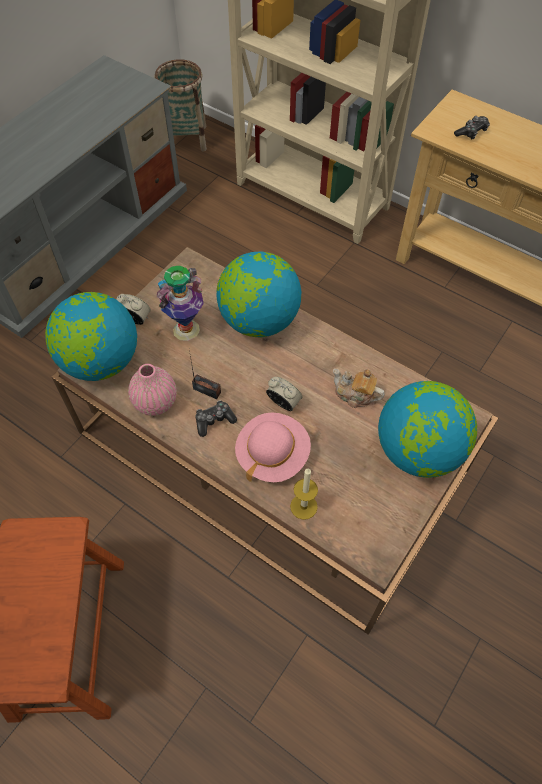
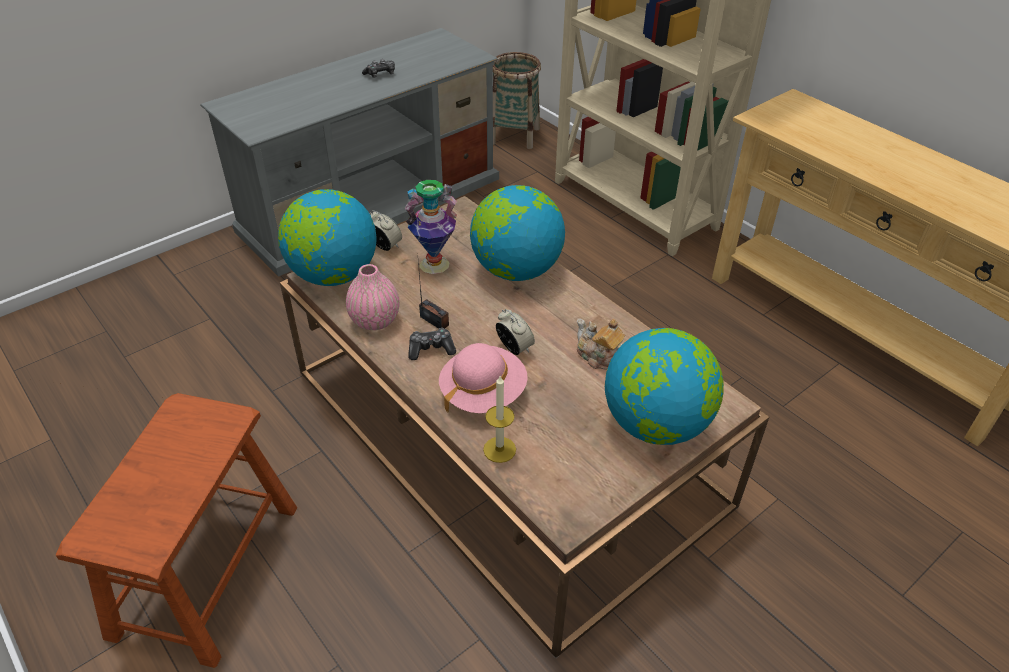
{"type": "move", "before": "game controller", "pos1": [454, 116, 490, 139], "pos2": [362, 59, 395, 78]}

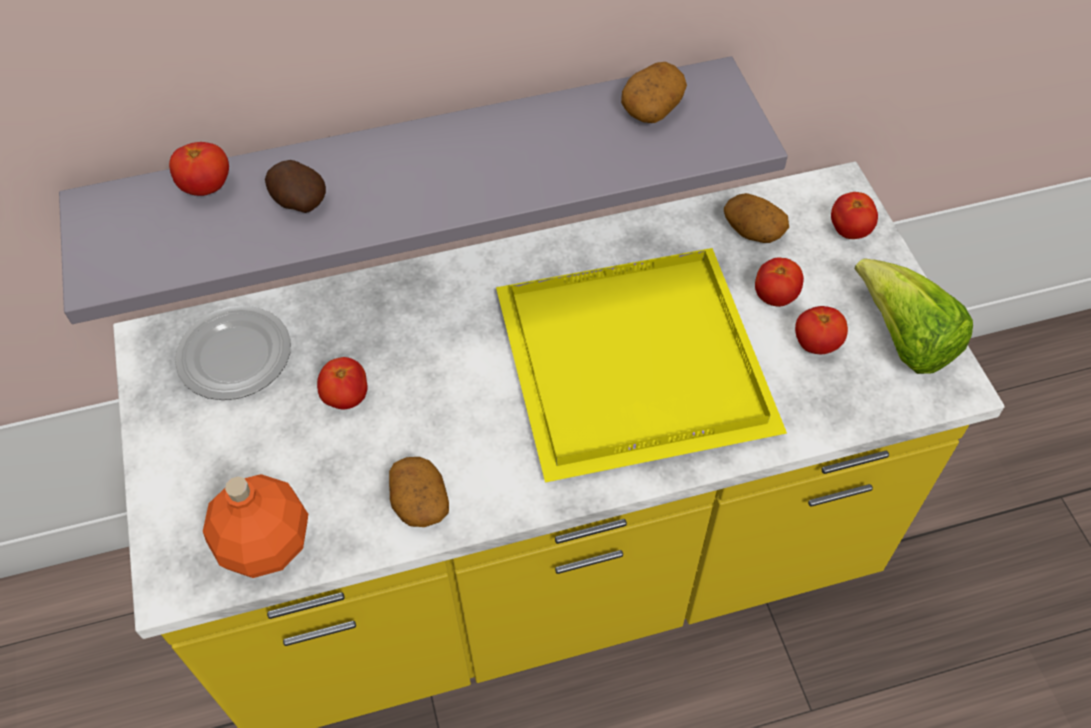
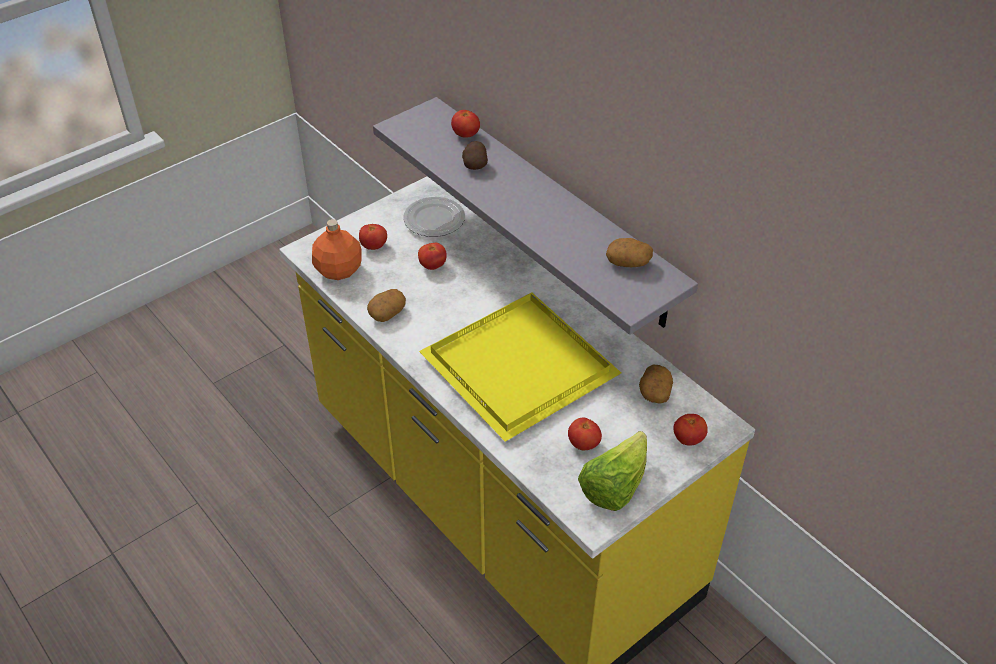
{"type": "move", "before": "tomato", "pos1": [755, 257, 804, 307], "pos2": [359, 224, 387, 250]}

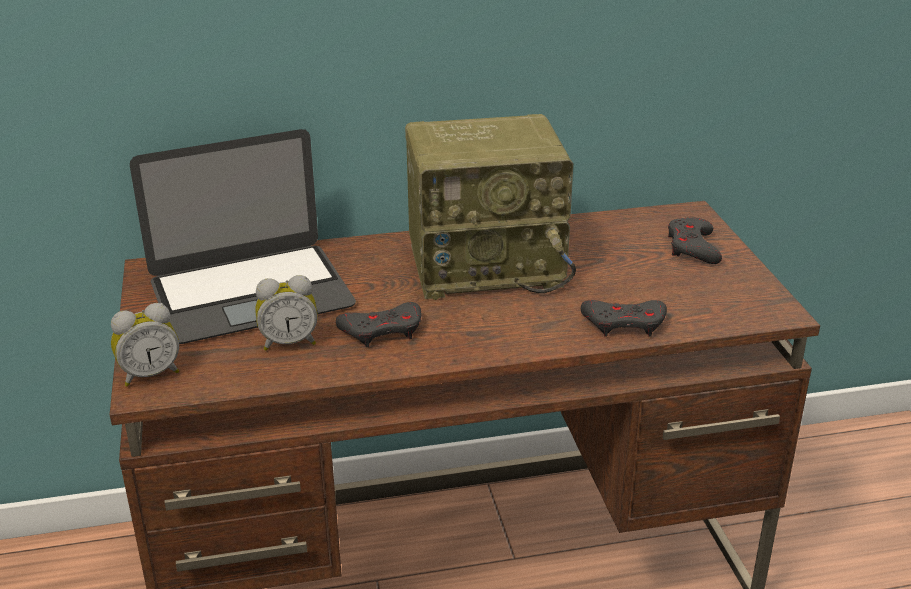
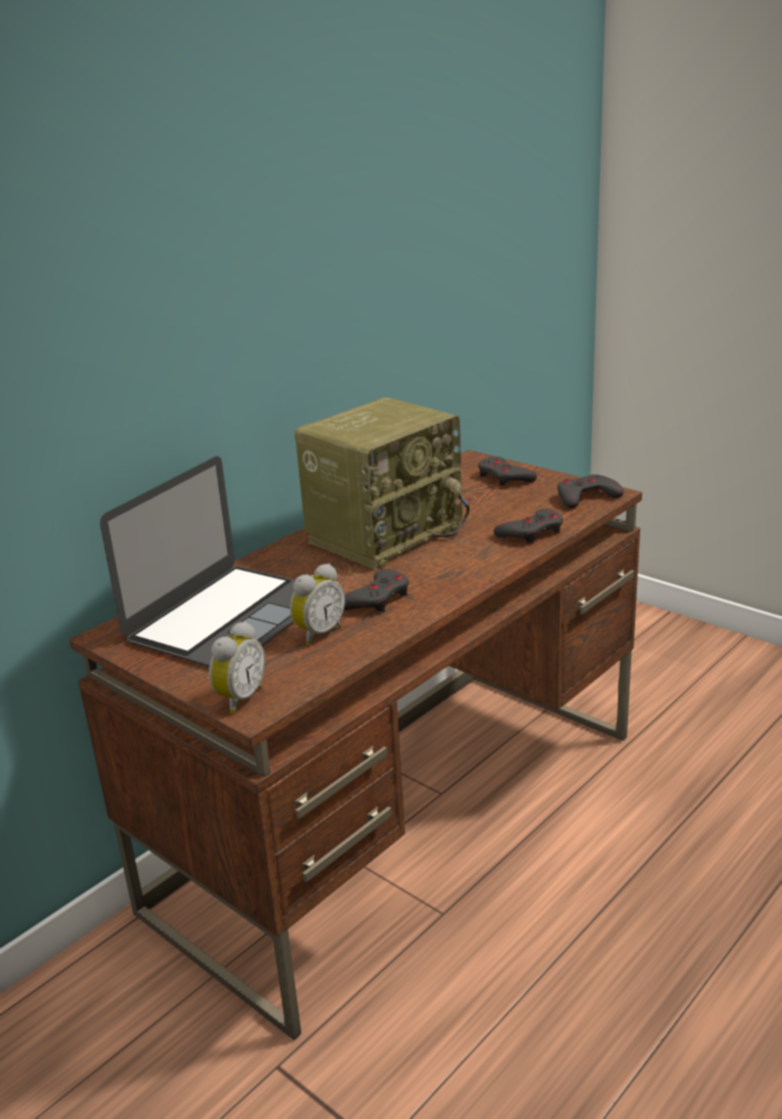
{"type": "insert", "after": "game controller (grey)", "pos2": [557, 474, 623, 508]}

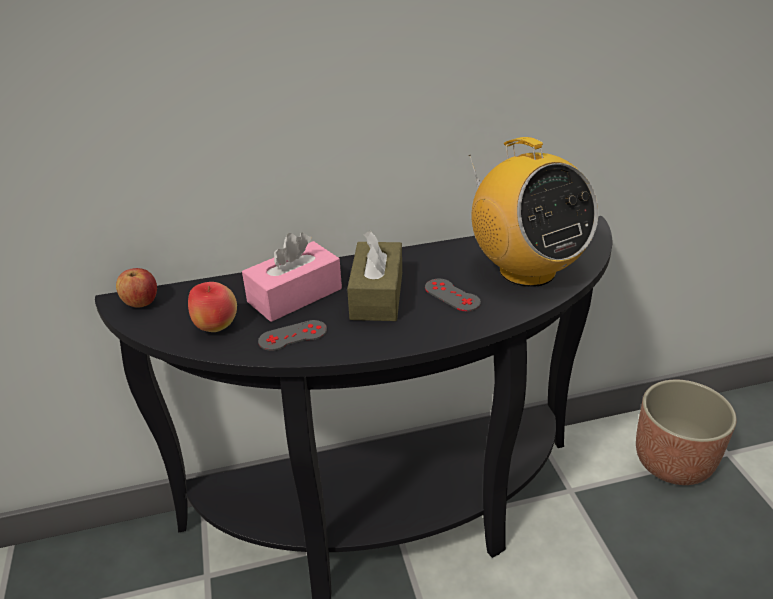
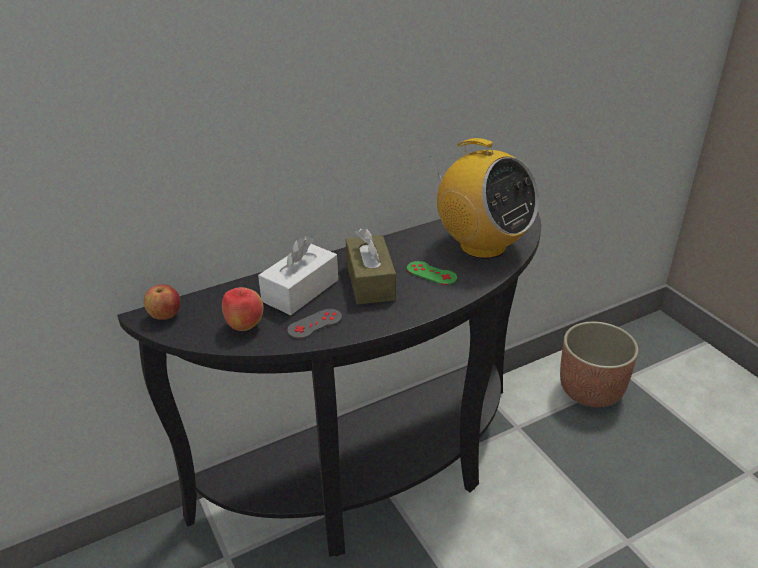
{"type": "recolor", "before": "tissue box (pink)", "after": "tissue box (white)", "pos1": [242, 232, 342, 322], "pos2": [258, 236, 338, 315]}
{"type": "recolor", "before": "game controller (grey)", "after": "game controller (green)", "pos1": [425, 279, 481, 312], "pos2": [407, 261, 457, 285]}

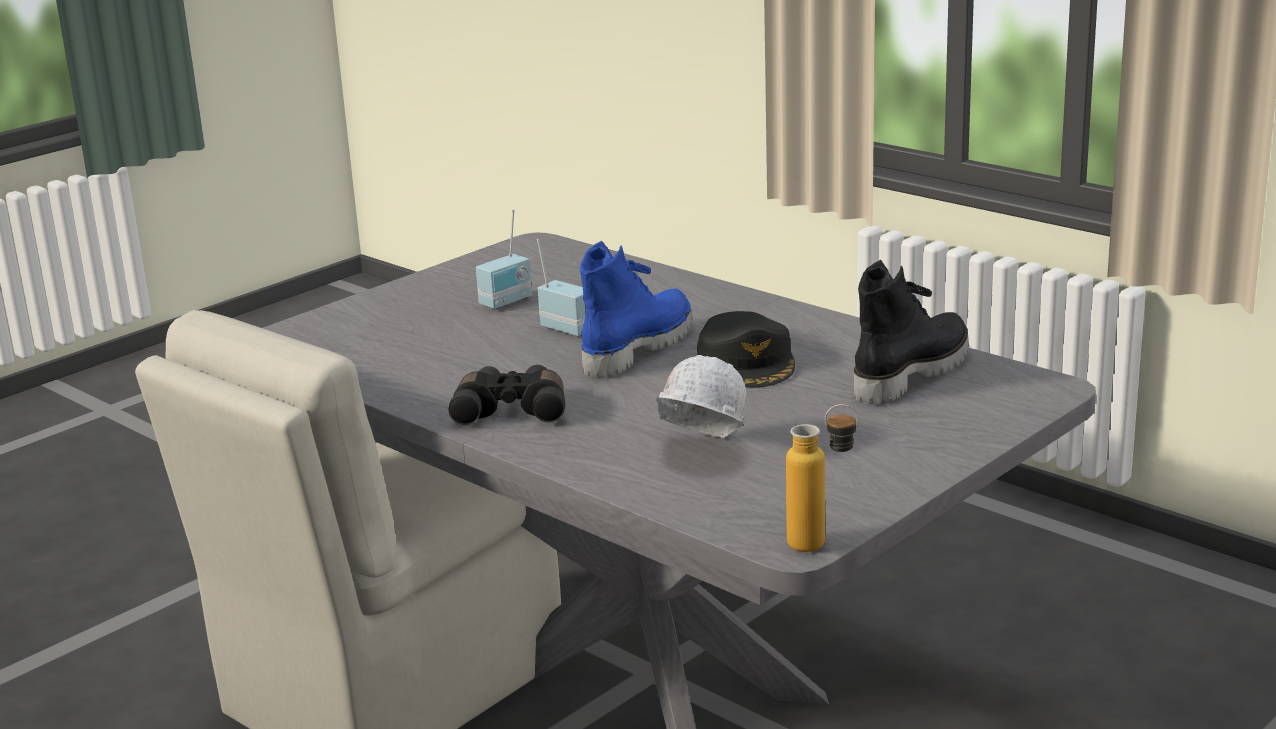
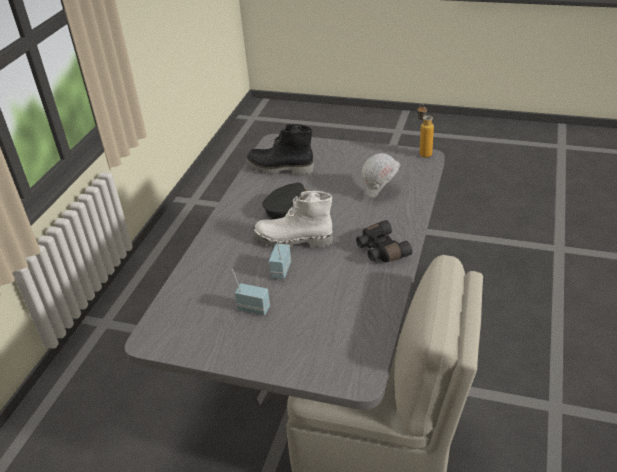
{"type": "recolor", "before": "boot (blue)", "after": "boot (white)", "pos1": [580, 241, 693, 378], "pos2": [253, 191, 333, 248]}

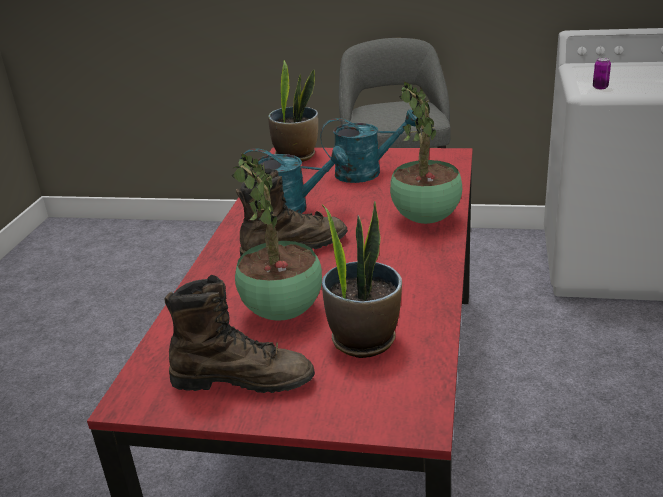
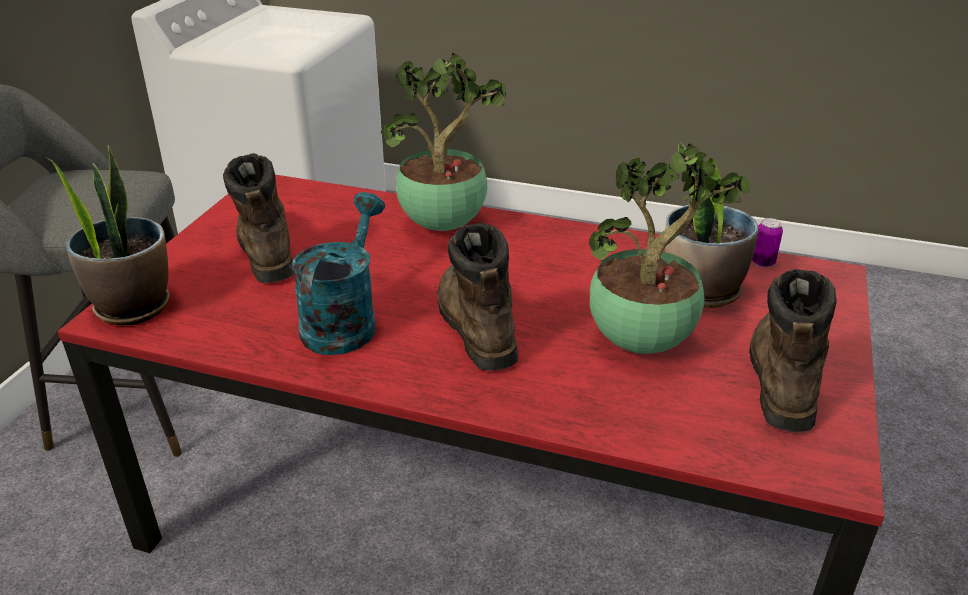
{"type": "move", "before": "can", "pos1": [593, 58, 611, 89], "pos2": [752, 218, 783, 268]}
{"type": "replace", "before": "watering can (turquoise)", "after": "boot (brown)", "pos1": [320, 110, 417, 183], "pos2": [223, 153, 295, 283]}

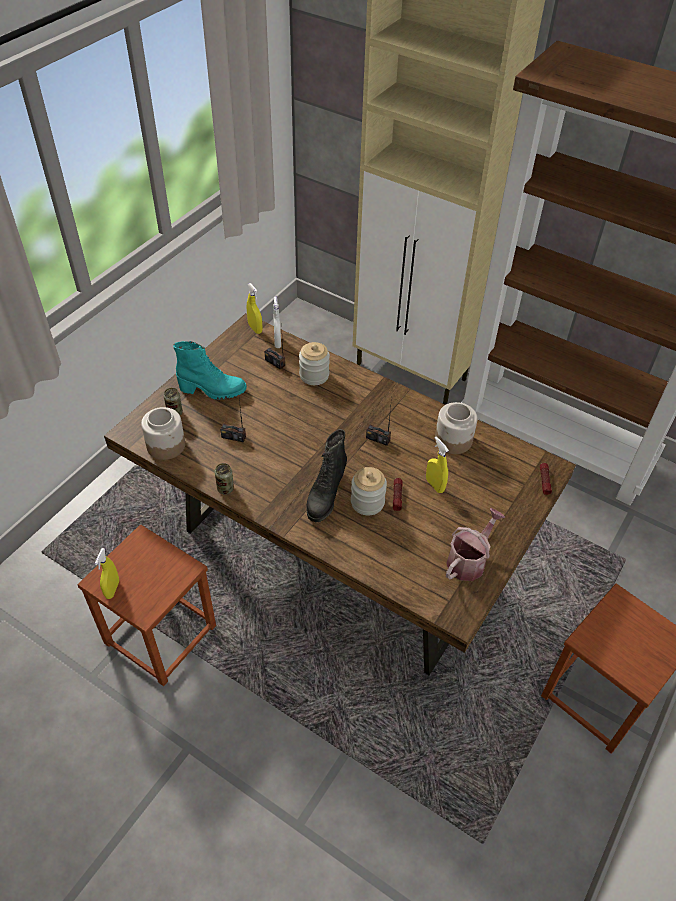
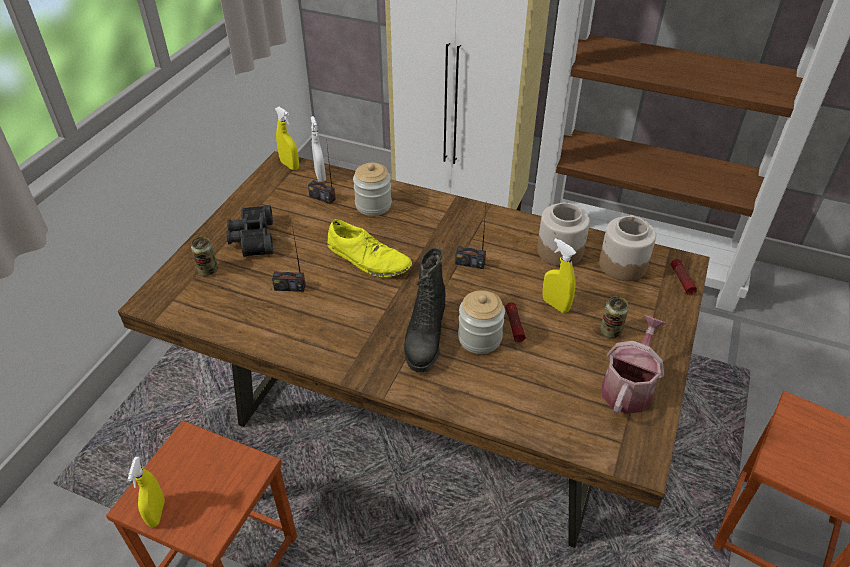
{"type": "replace", "before": "boot (turquoise)", "after": "binoculars (black)", "pos1": [173, 341, 247, 400], "pos2": [226, 205, 273, 257]}
{"type": "move", "before": "jar", "pos1": [141, 407, 185, 460], "pos2": [599, 216, 656, 281]}
{"type": "move", "before": "can", "pos1": [215, 463, 234, 494], "pos2": [600, 296, 629, 338]}
{"type": "insert", "after": "shoe (yellow)", "pos2": [328, 219, 412, 277]}

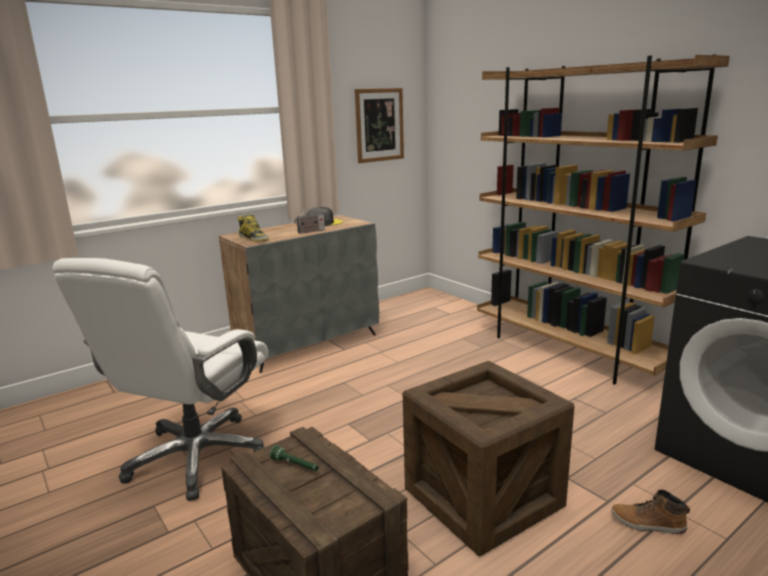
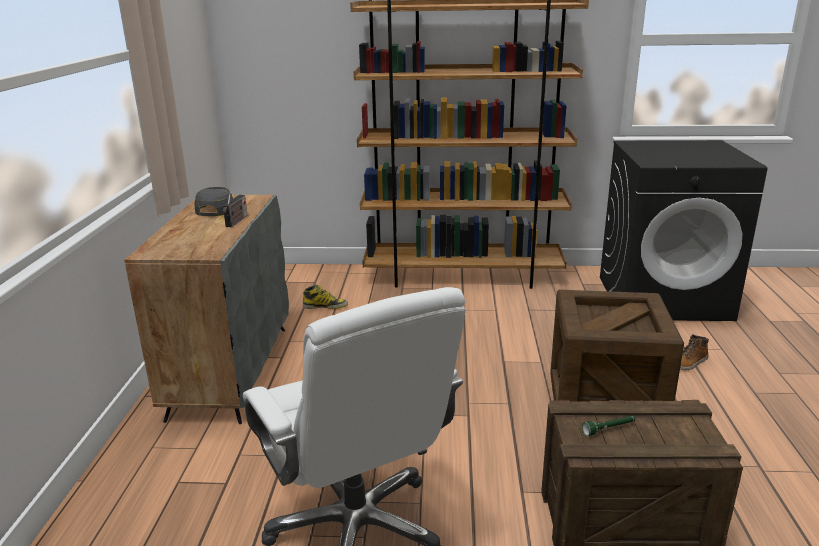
{"type": "delete", "before": "picture", "pos1": [355, 88, 404, 163]}
{"type": "move", "before": "boot", "pos1": [238, 214, 269, 242], "pos2": [303, 284, 348, 309]}

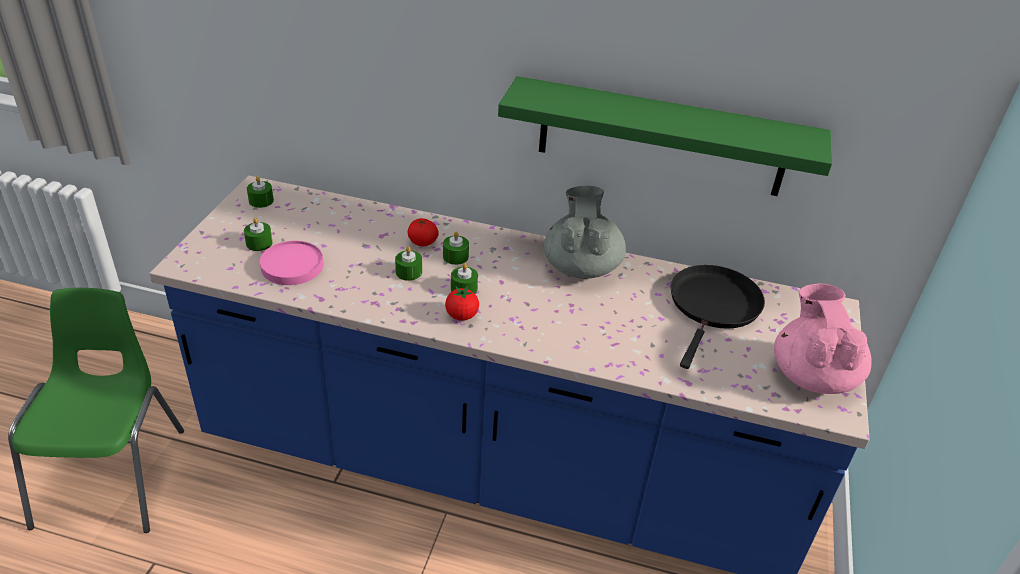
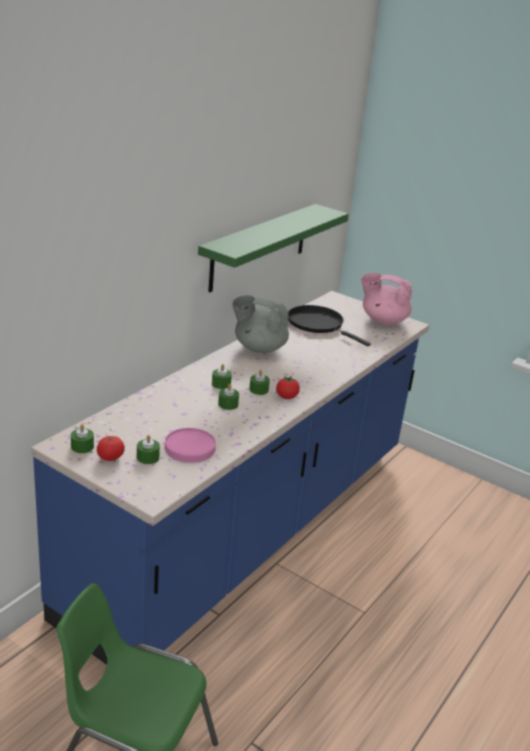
{"type": "move", "before": "tomato", "pos1": [407, 218, 439, 246], "pos2": [97, 436, 125, 461]}

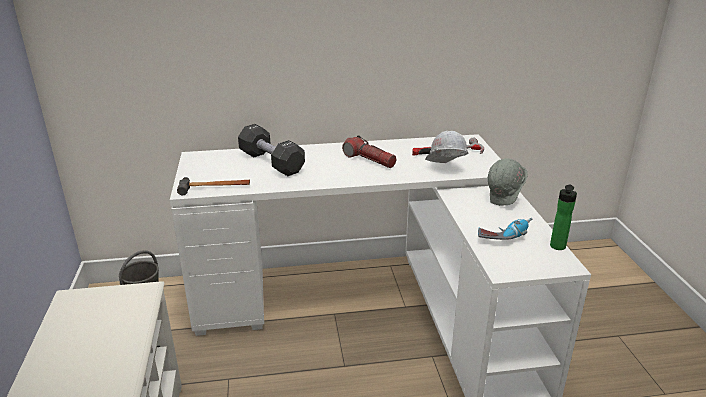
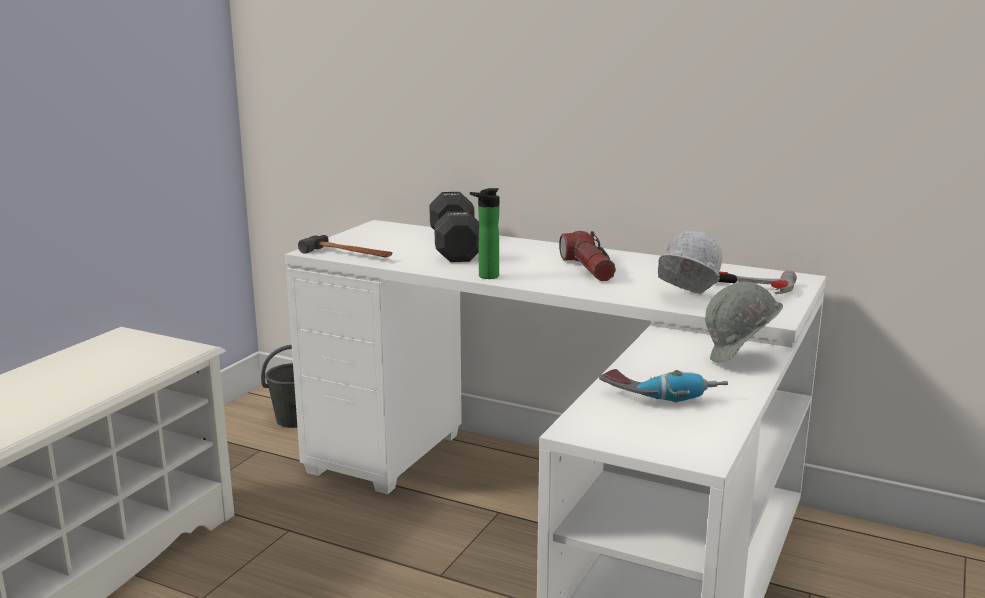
{"type": "move", "before": "bottle", "pos1": [550, 185, 577, 250], "pos2": [470, 188, 499, 279]}

